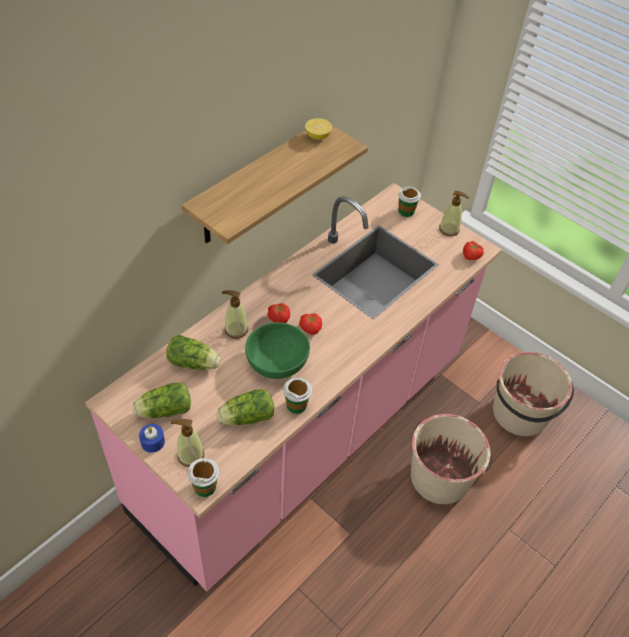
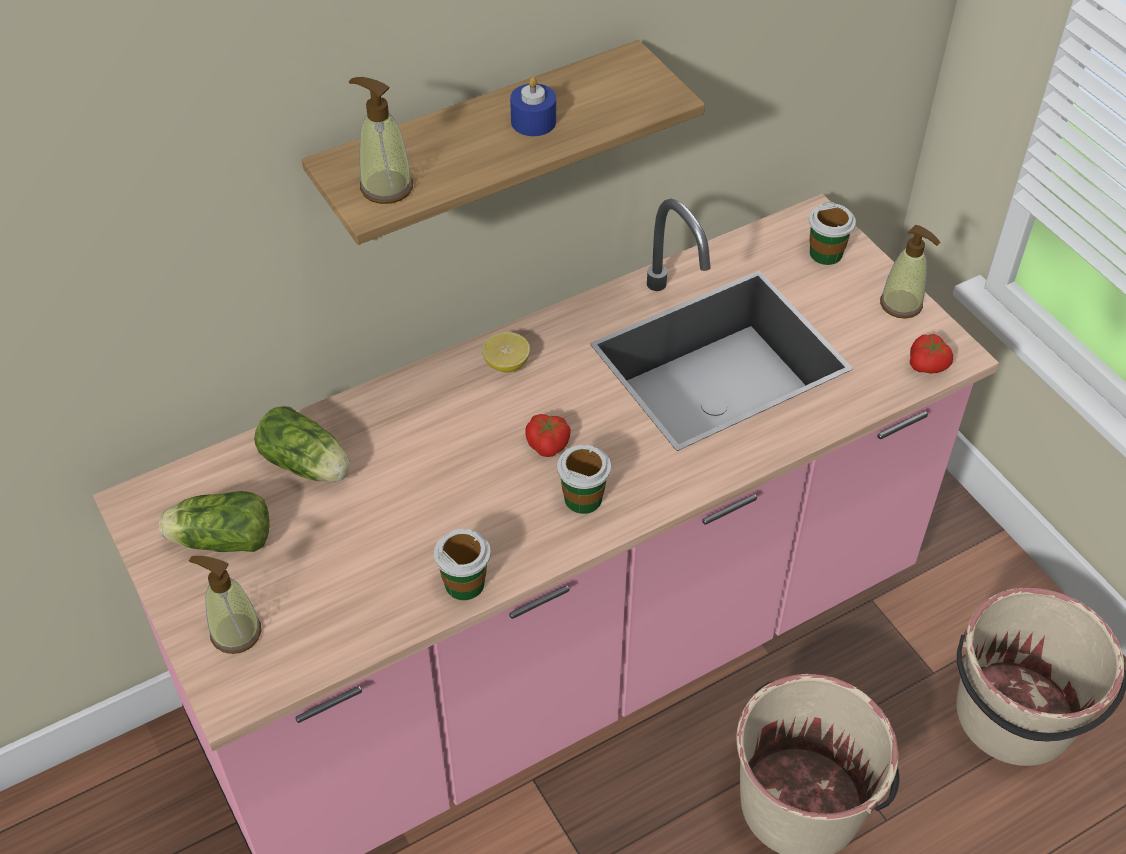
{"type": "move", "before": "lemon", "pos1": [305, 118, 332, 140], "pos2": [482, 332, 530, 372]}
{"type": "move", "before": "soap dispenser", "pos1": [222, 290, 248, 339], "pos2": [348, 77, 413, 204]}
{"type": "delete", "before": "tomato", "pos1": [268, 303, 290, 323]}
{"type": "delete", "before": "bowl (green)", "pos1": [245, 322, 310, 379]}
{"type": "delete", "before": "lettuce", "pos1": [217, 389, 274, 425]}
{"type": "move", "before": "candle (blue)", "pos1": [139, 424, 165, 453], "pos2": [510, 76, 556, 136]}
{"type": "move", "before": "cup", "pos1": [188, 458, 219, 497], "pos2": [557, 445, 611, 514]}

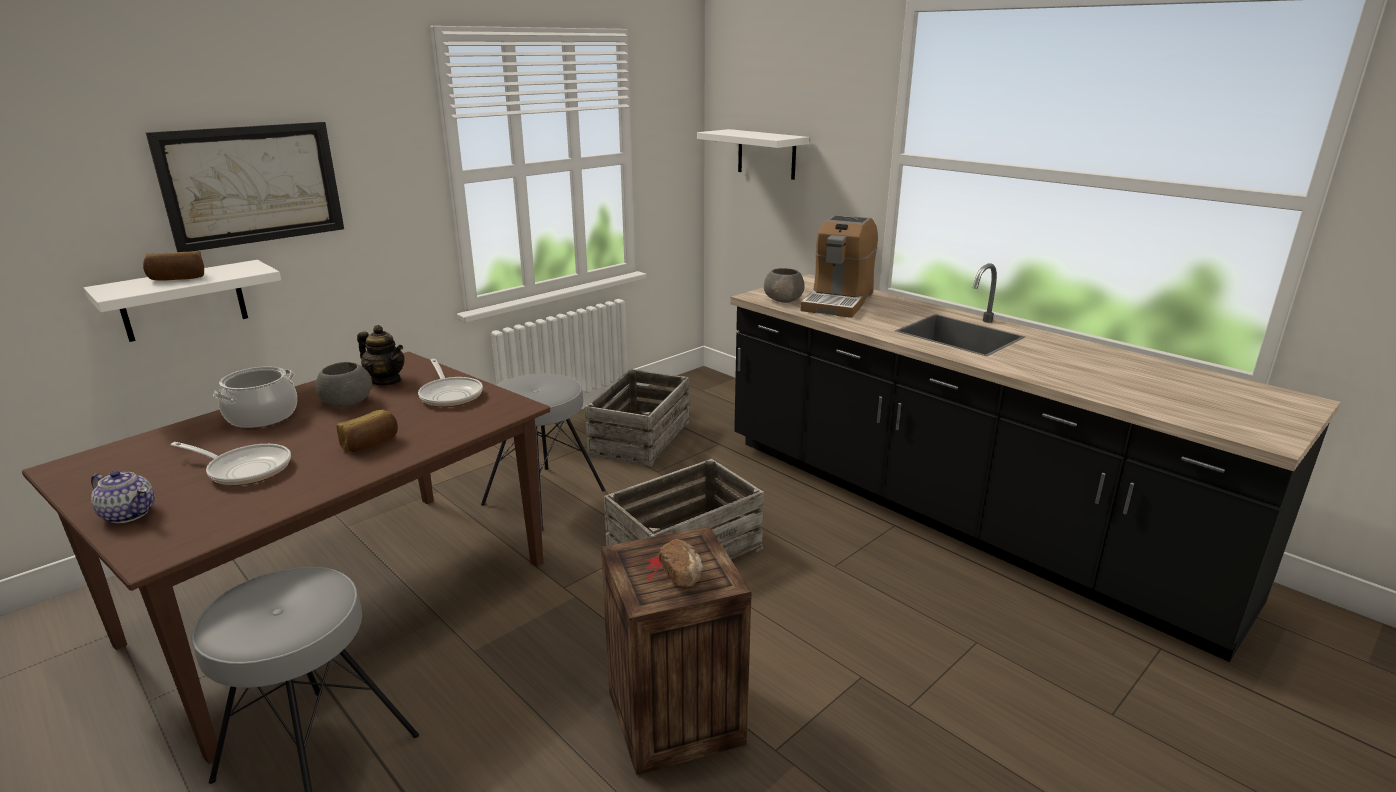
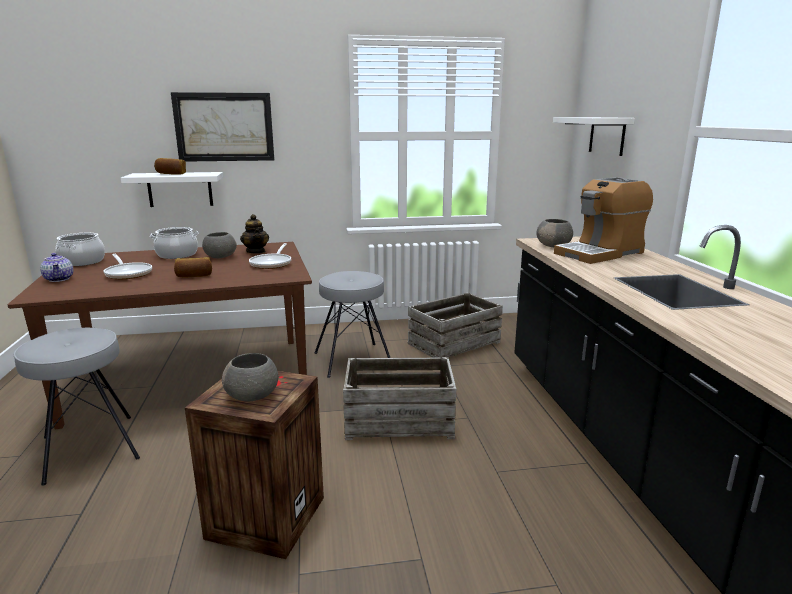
{"type": "replace", "before": "bread", "after": "bowl (grey)", "pos1": [658, 539, 703, 587], "pos2": [222, 353, 278, 402]}
{"type": "insert", "after": "cooking pot", "pos2": [55, 233, 105, 266]}

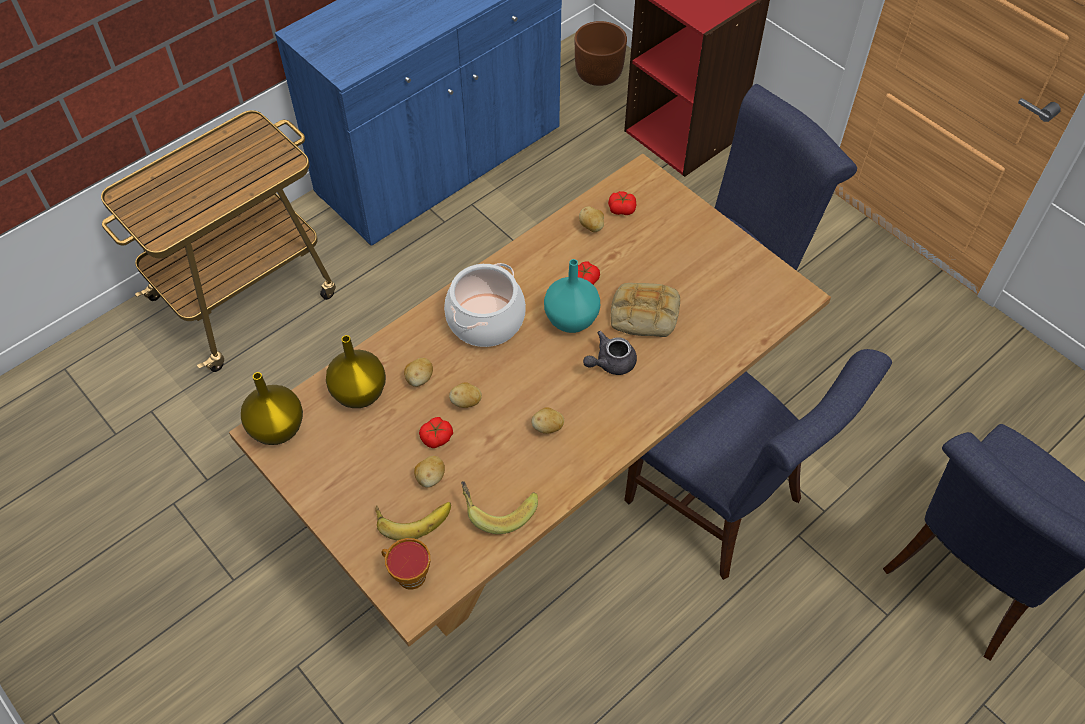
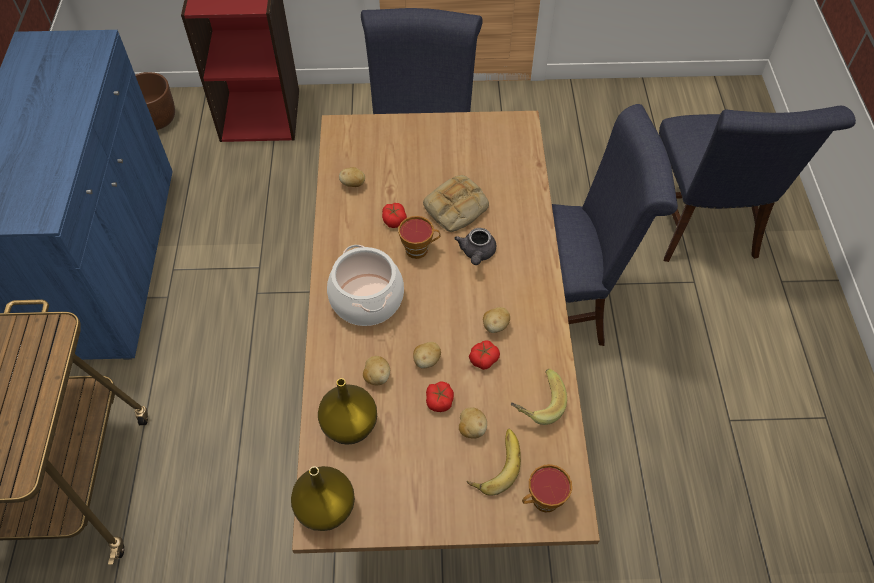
{"type": "move", "before": "tomato", "pos1": [608, 191, 637, 215], "pos2": [469, 340, 500, 370]}
{"type": "replace", "before": "vase (turquoise)", "after": "cup", "pos1": [544, 259, 600, 333], "pos2": [398, 216, 441, 259]}

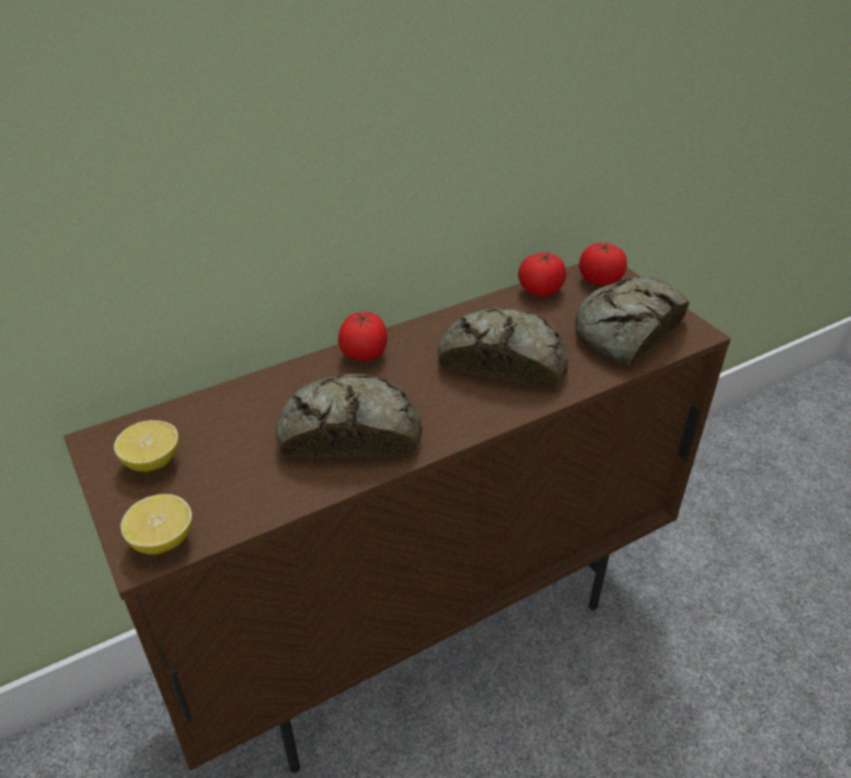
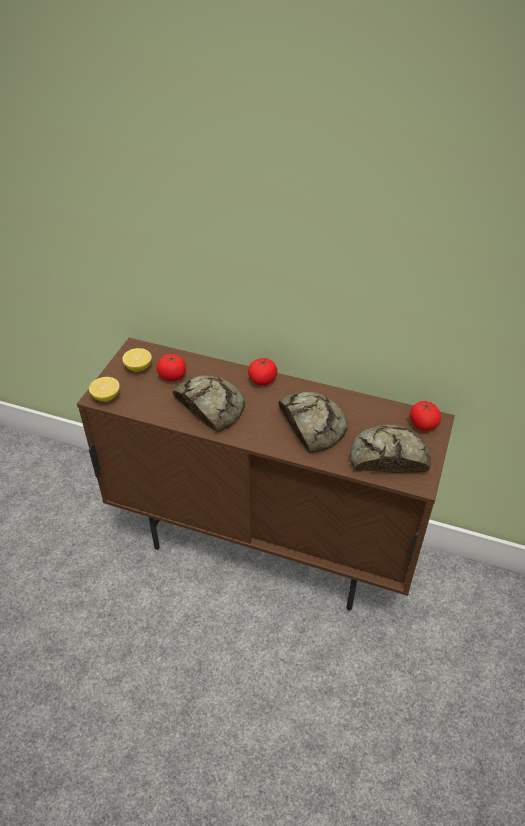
{"type": "move", "before": "tomato", "pos1": [518, 252, 567, 297], "pos2": [156, 354, 186, 381]}

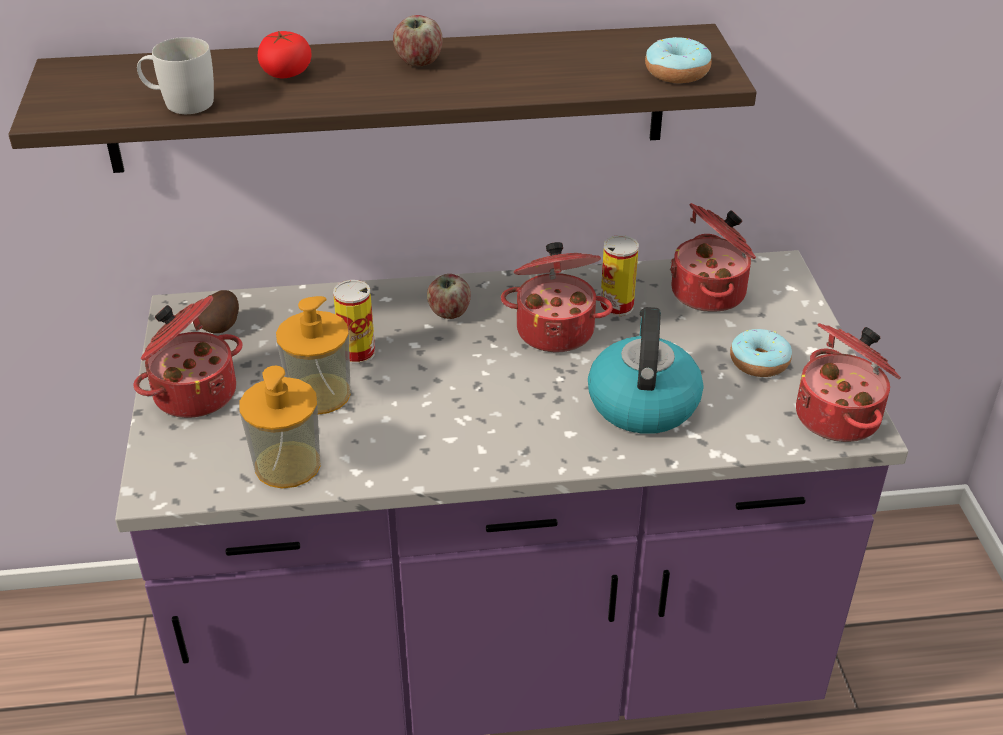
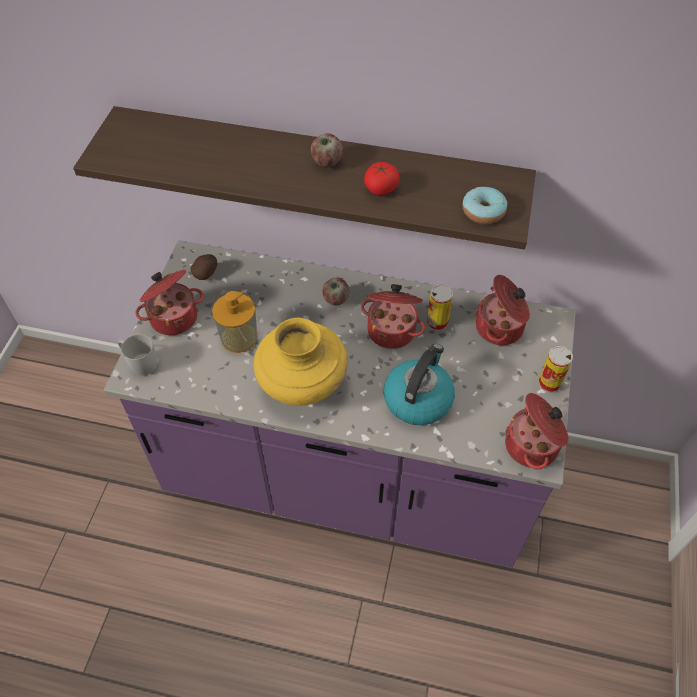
{"type": "move", "before": "tomato", "pos1": [258, 31, 311, 78], "pos2": [364, 162, 399, 195]}
{"type": "move", "before": "mug (white)", "pos1": [137, 37, 214, 114], "pos2": [118, 334, 157, 376]}
{"type": "move", "before": "can", "pos1": [333, 280, 375, 364], "pos2": [538, 346, 573, 393]}
{"type": "delete", "before": "donut", "pos1": [730, 329, 792, 377]}
{"type": "delete", "before": "soap dispenser", "pos1": [240, 366, 321, 488]}
{"type": "insert", "after": "vase (yellow)", "pos2": [254, 317, 348, 406]}

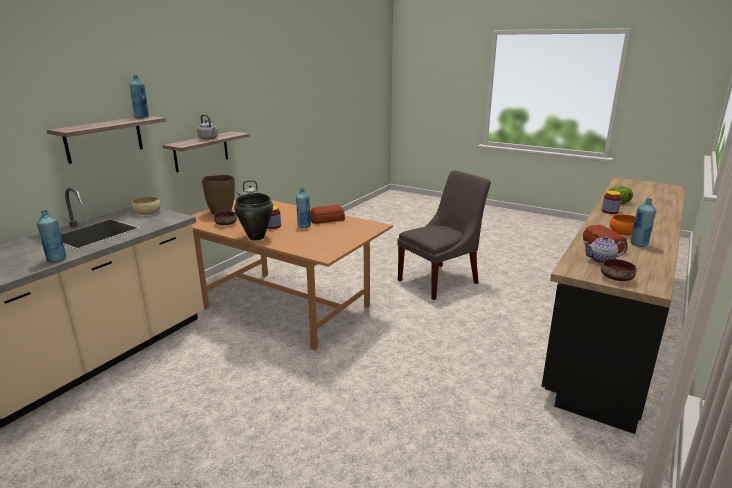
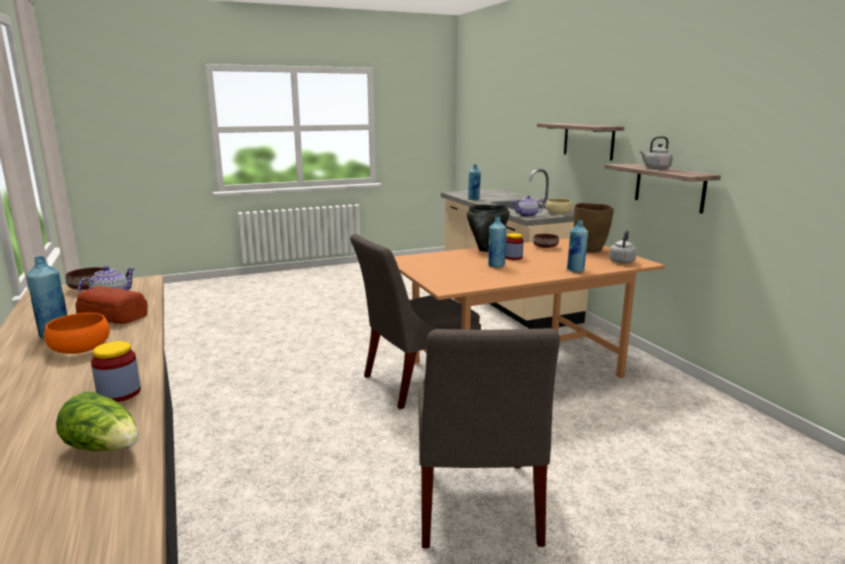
{"type": "move", "before": "bottle (blue)", "pos1": [129, 75, 149, 118], "pos2": [567, 220, 588, 272]}
{"type": "delete", "before": "bread", "pos1": [310, 205, 345, 224]}
{"type": "insert", "after": "teapot", "pos2": [512, 196, 544, 217]}
{"type": "insert", "after": "chair (grey)", "pos2": [350, 234, 481, 409]}

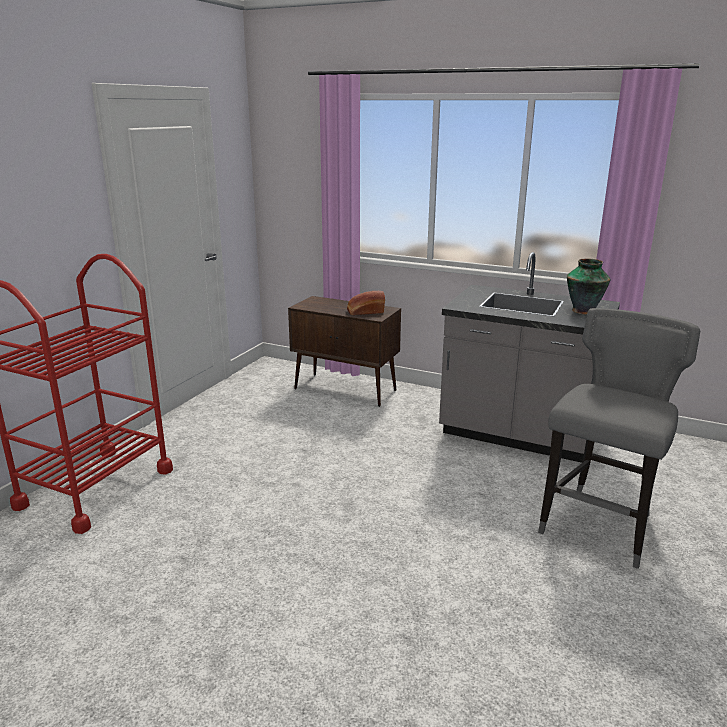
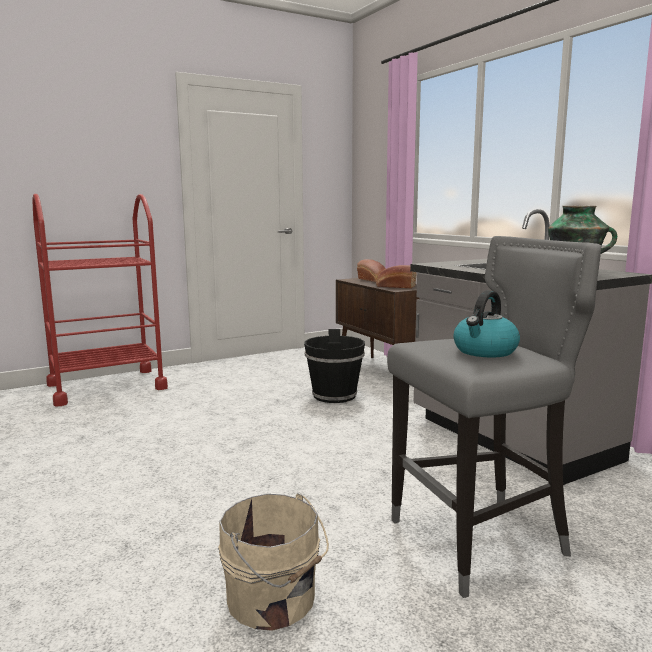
{"type": "insert", "after": "bread", "pos2": [357, 259, 386, 282]}
{"type": "insert", "after": "kettle", "pos2": [453, 291, 520, 357]}
{"type": "insert", "after": "bucket (black)", "pos2": [304, 329, 365, 403]}
{"type": "insert", "after": "bucket (beige)", "pos2": [218, 493, 329, 631]}

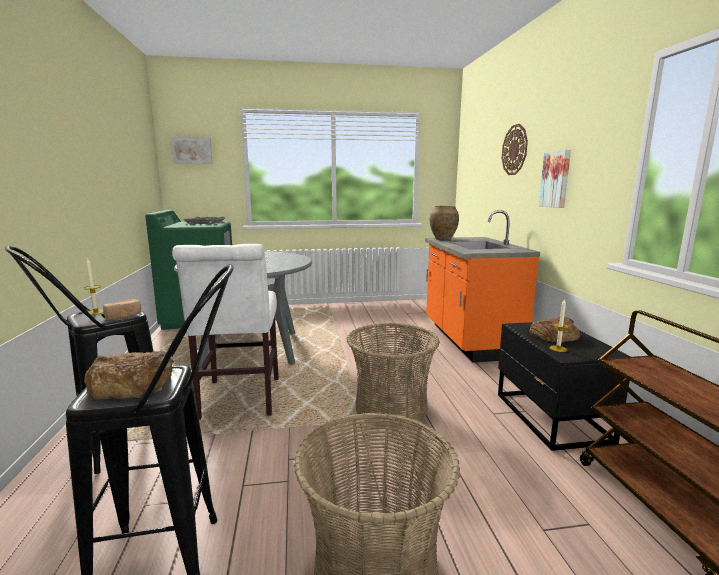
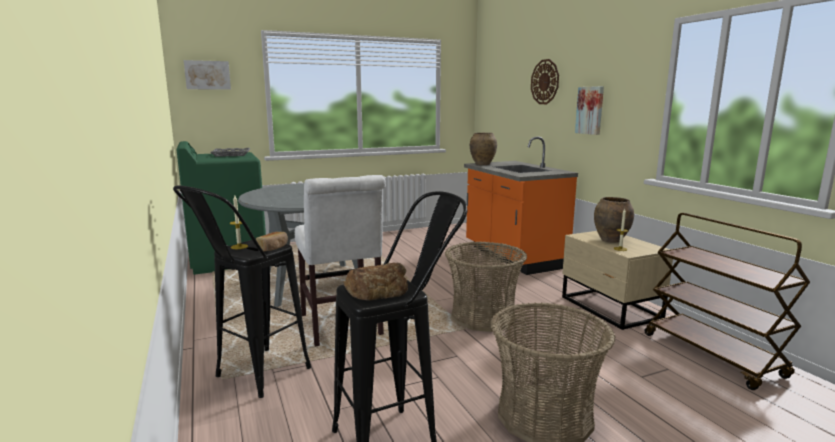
{"type": "replace", "before": "bread", "after": "vase (brown)", "pos1": [529, 317, 580, 343], "pos2": [594, 197, 634, 243]}
{"type": "recolor", "before": "nightstand (black)", "after": "nightstand (beige)", "pos1": [498, 322, 631, 451], "pos2": [562, 231, 673, 330]}

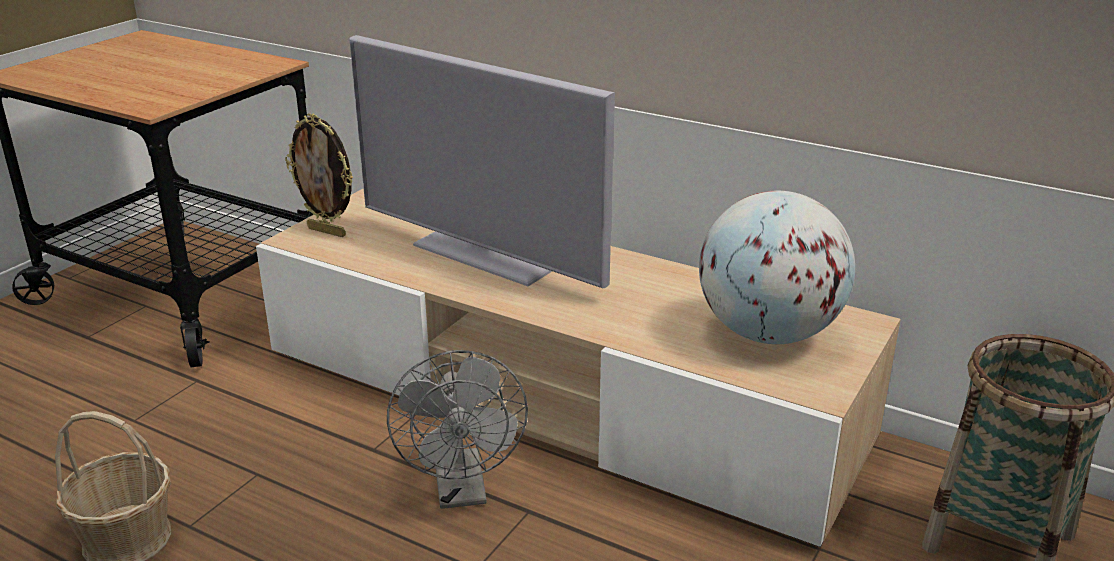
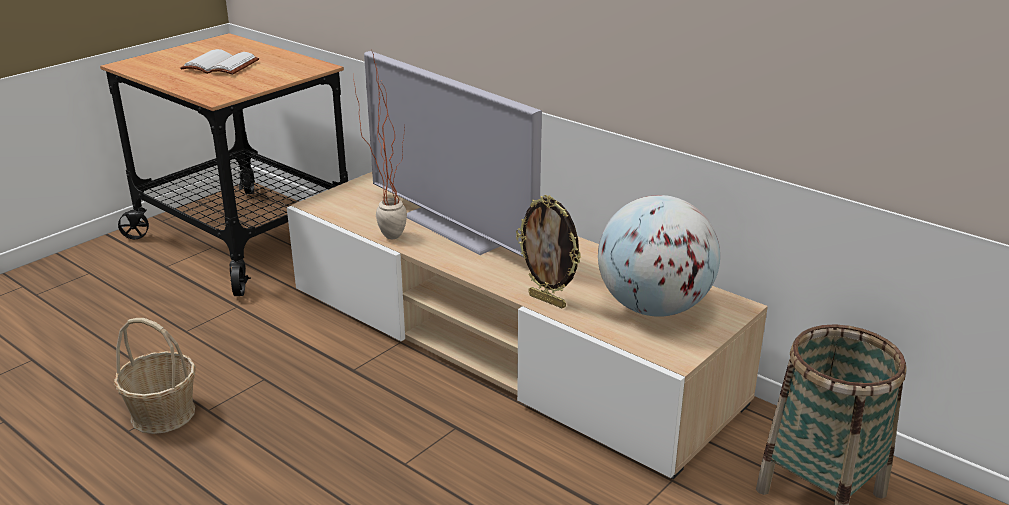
{"type": "move", "before": "picture frame", "pos1": [285, 113, 353, 237], "pos2": [516, 195, 581, 309]}
{"type": "delete", "before": "fan (grey)", "pos1": [387, 350, 528, 509]}
{"type": "insert", "after": "book (white)", "pos2": [180, 49, 259, 75]}
{"type": "insert", "after": "potted plant", "pos2": [353, 52, 407, 239]}

